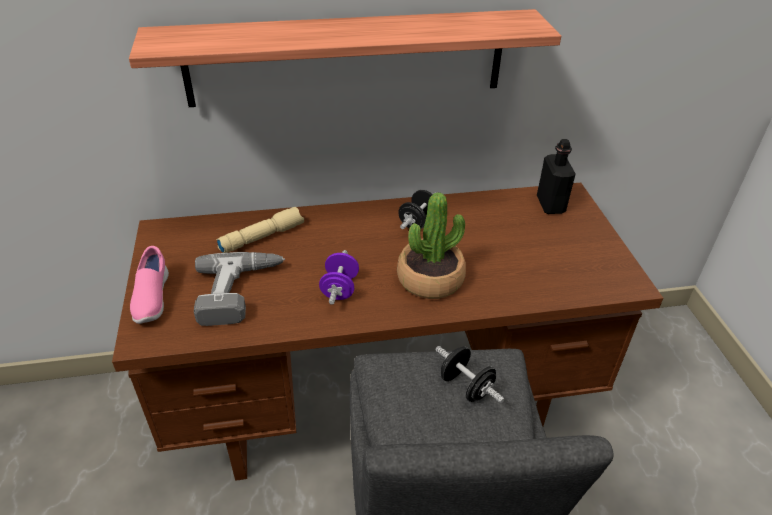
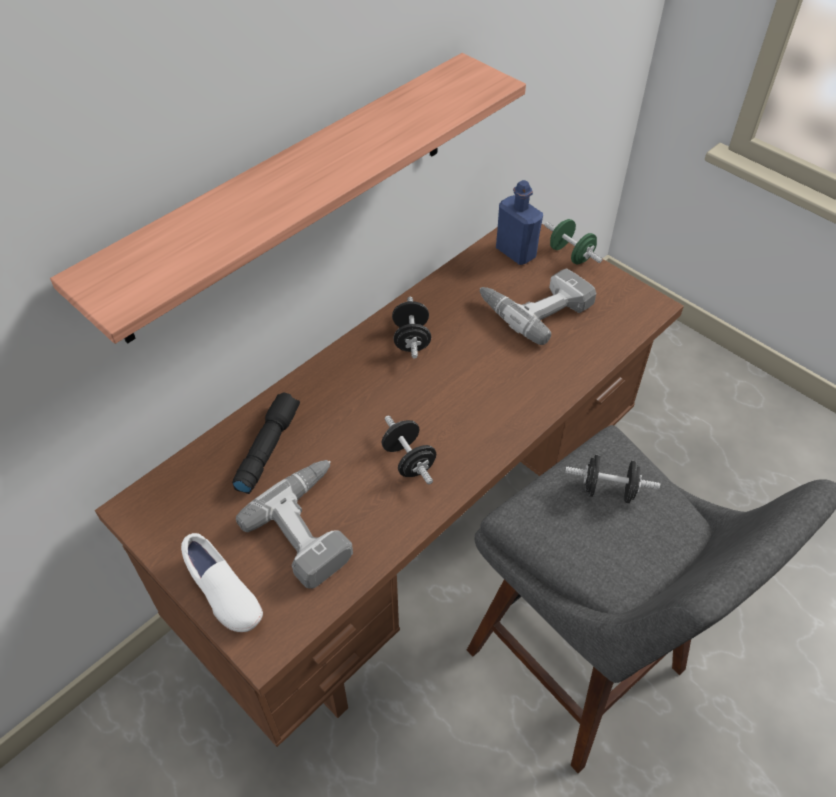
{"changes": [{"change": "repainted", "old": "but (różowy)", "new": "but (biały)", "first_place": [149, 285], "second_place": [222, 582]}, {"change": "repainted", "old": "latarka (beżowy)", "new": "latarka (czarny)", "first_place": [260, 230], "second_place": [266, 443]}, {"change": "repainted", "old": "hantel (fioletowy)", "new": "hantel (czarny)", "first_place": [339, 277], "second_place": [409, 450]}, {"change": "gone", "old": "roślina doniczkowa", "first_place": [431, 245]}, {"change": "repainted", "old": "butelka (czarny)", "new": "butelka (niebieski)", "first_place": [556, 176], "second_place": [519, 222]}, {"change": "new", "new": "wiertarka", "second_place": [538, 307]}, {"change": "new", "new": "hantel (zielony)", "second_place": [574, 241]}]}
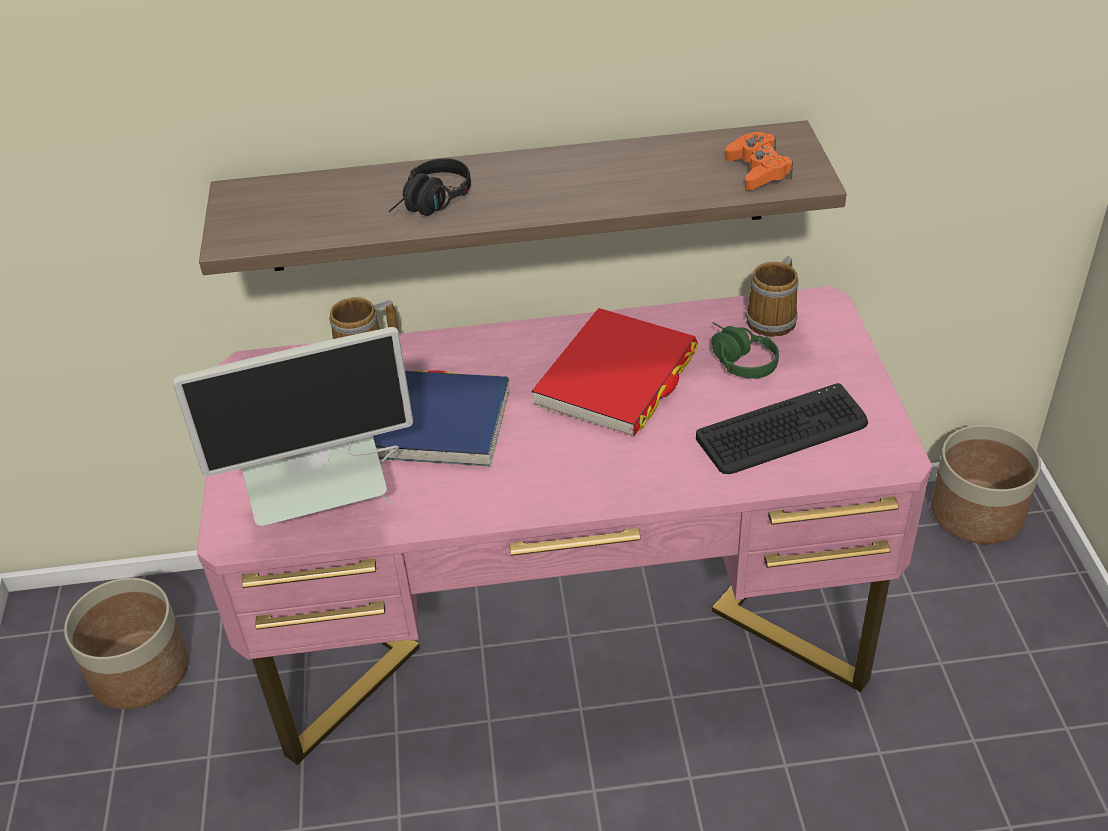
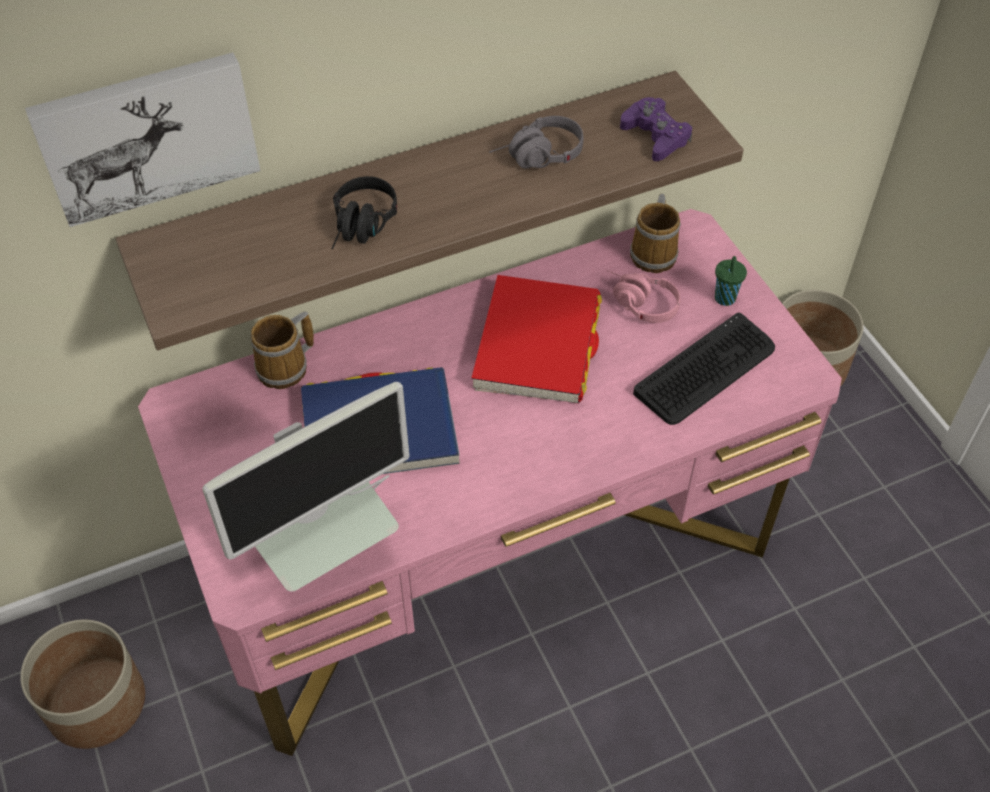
{"changes": [{"change": "repainted", "old": "słuchawki (zielony)", "new": "słuchawki (różowy)", "first_place": [745, 350], "second_place": [643, 296]}, {"change": "repainted", "old": "pad do gier (pomarańczowy)", "new": "pad do gier (fioletowy)", "first_place": [759, 161], "second_place": [656, 129]}, {"change": "new", "new": "obraz", "second_place": [142, 139]}, {"change": "new", "new": "słuchawki (szary)", "second_place": [536, 142]}, {"change": "new", "new": "filiżanka (zielony)", "second_place": [731, 281]}]}
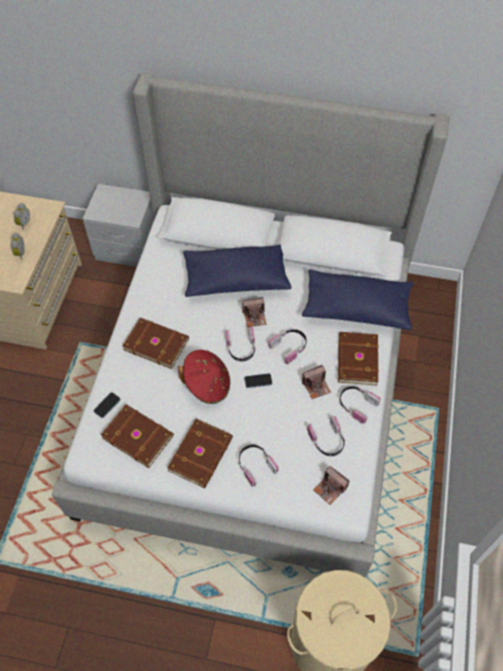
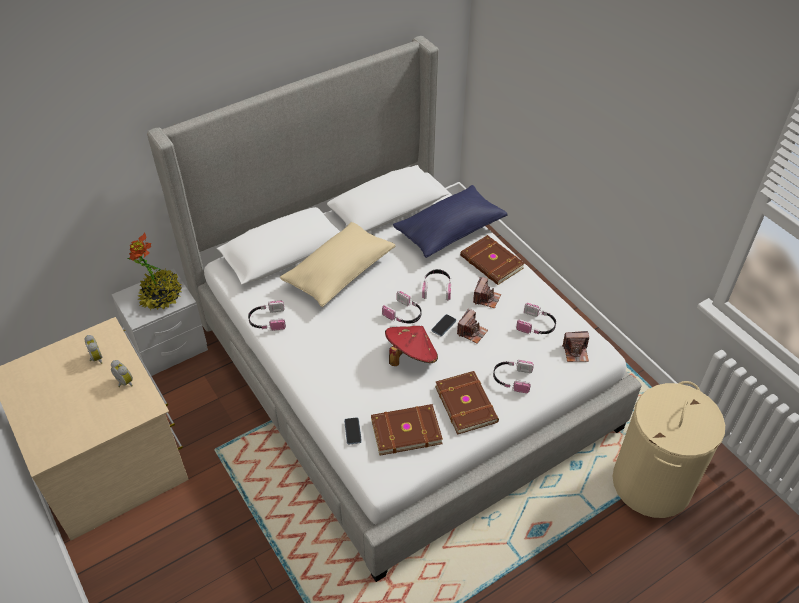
{"changes": [{"change": "gone", "old": "książka (brązowy)", "first_place": [155, 343]}, {"change": "repainted", "old": "poduszka (niebieski)", "new": "poduszka (beżowy)", "first_place": [237, 270], "second_place": [337, 264]}, {"change": "shifted", "old": "aparat fotograficzny", "first_place": [254, 312], "second_place": [472, 326]}, {"change": "shifted", "old": "słuchawki", "first_place": [360, 405], "second_place": [267, 316]}, {"change": "new", "new": "roślina doniczkowa", "second_place": [155, 271]}]}
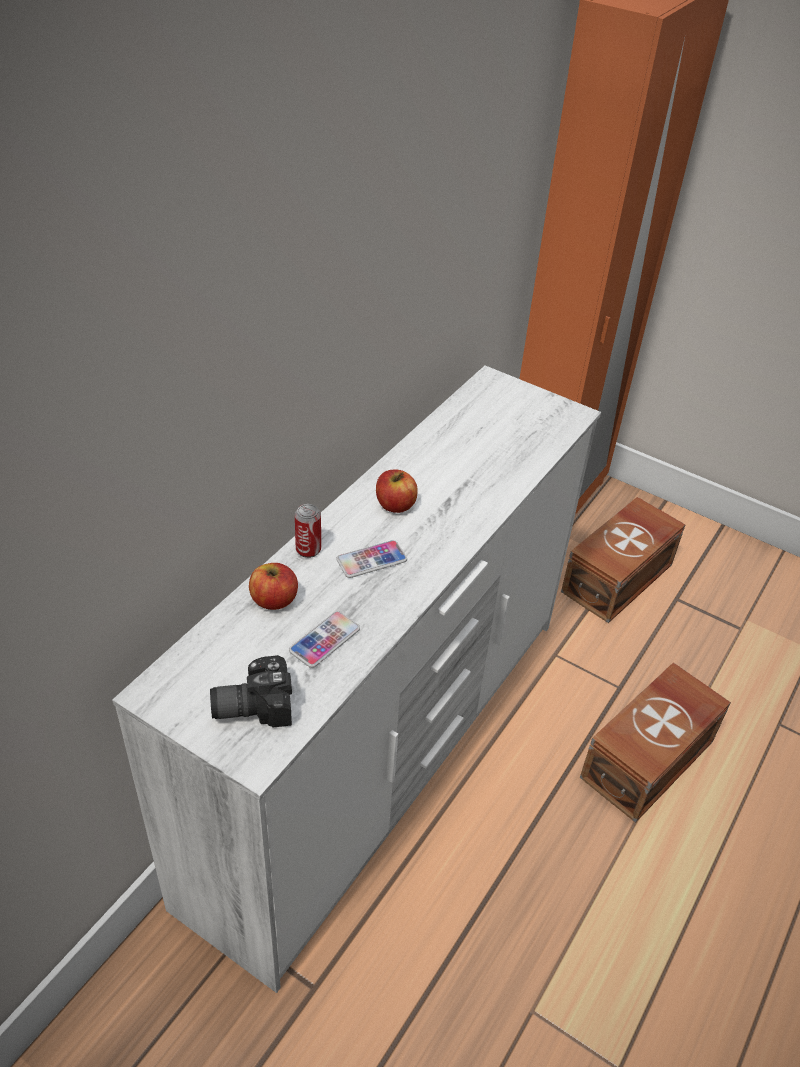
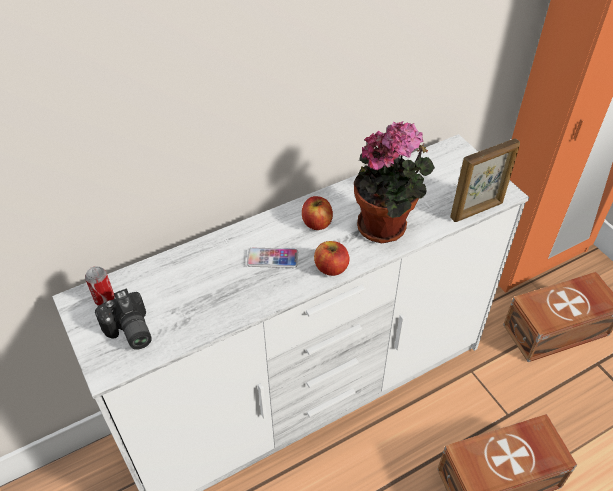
{"changes": [{"change": "rotated", "old": "aparat fotograficzny", "first_place": [251, 691], "second_place": [123, 319], "degrees": -135}, {"change": "shifted", "old": "jabłko", "first_place": [273, 586], "second_place": [331, 258]}, {"change": "gone", "old": "telefon", "first_place": [324, 639]}, {"change": "shifted", "old": "puszka", "first_place": [308, 531], "second_place": [100, 286]}, {"change": "new", "new": "roślina doniczkowa", "second_place": [394, 182]}, {"change": "new", "new": "ramka na zdjęcie", "second_place": [485, 180]}]}
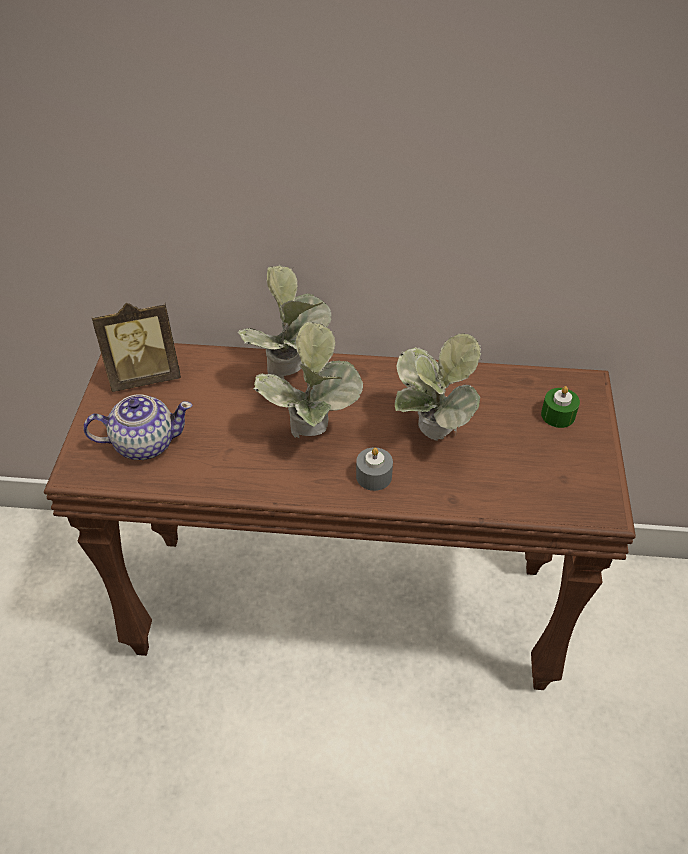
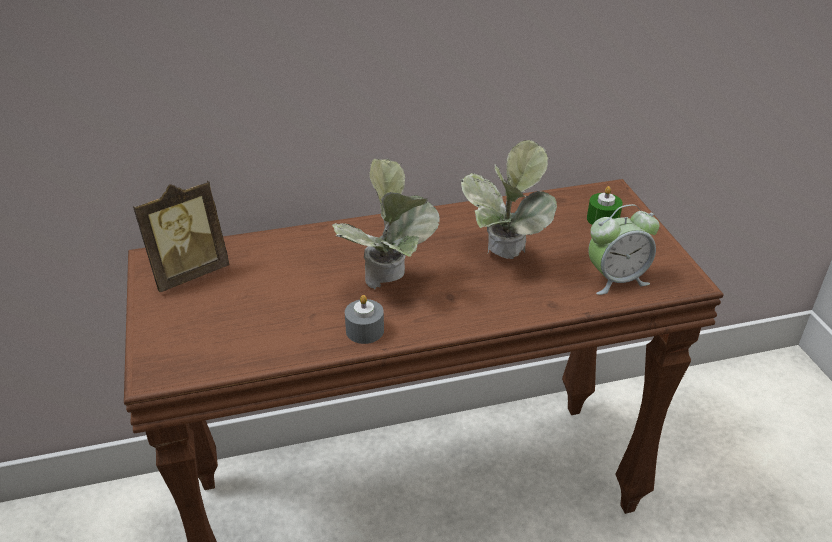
{"changes": [{"change": "gone", "old": "imbryk", "first_place": [138, 427]}, {"change": "gone", "old": "roślina doniczkowa", "first_place": [285, 322]}, {"change": "shifted", "old": "świeca (szary)", "first_place": [374, 469], "second_place": [364, 319]}, {"change": "new", "new": "budzik", "second_place": [624, 249]}]}
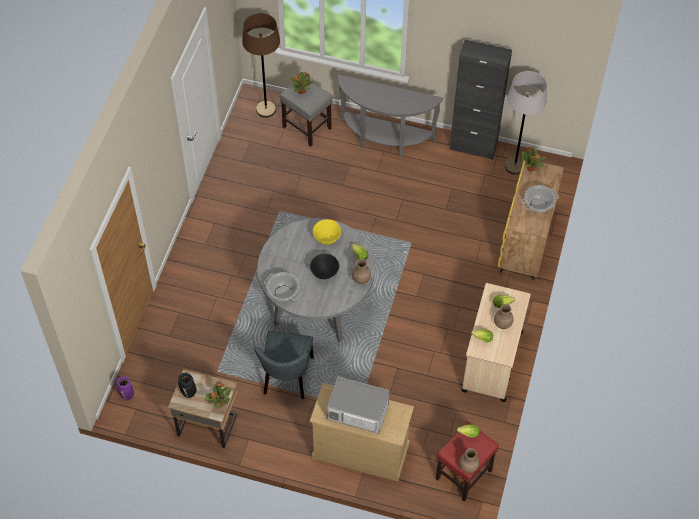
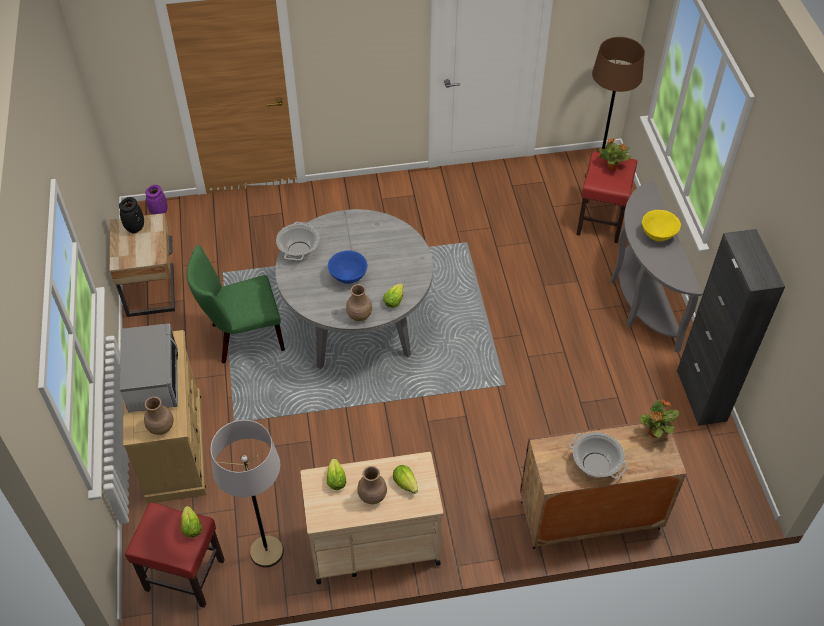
{"changes": [{"change": "gone", "old": "roślina doniczkowa", "first_place": [217, 395]}, {"change": "repainted", "old": "krzesło (szary)", "new": "krzesło (zielony)", "first_place": [284, 365], "second_place": [236, 304]}, {"change": "repainted", "old": "stołek (szary)", "new": "stołek (czerwony)", "first_place": [306, 111], "second_place": [606, 197]}, {"change": "repainted", "old": "miska (czarny)", "new": "miska (niebieski)", "first_place": [324, 266], "second_place": [348, 267]}, {"change": "shifted", "old": "miska (żółty)", "first_place": [327, 232], "second_place": [661, 225]}, {"change": "shifted", "old": "wazon (brązowy)", "first_place": [469, 460], "second_place": [158, 415]}, {"change": "repainted", "old": "szafka (żółty)", "new": "szafka (brązowy)", "first_place": [531, 221], "second_place": [603, 485]}, {"change": "shifted", "old": "lampa stojąca (szary)", "first_place": [526, 123], "second_place": [247, 494]}]}
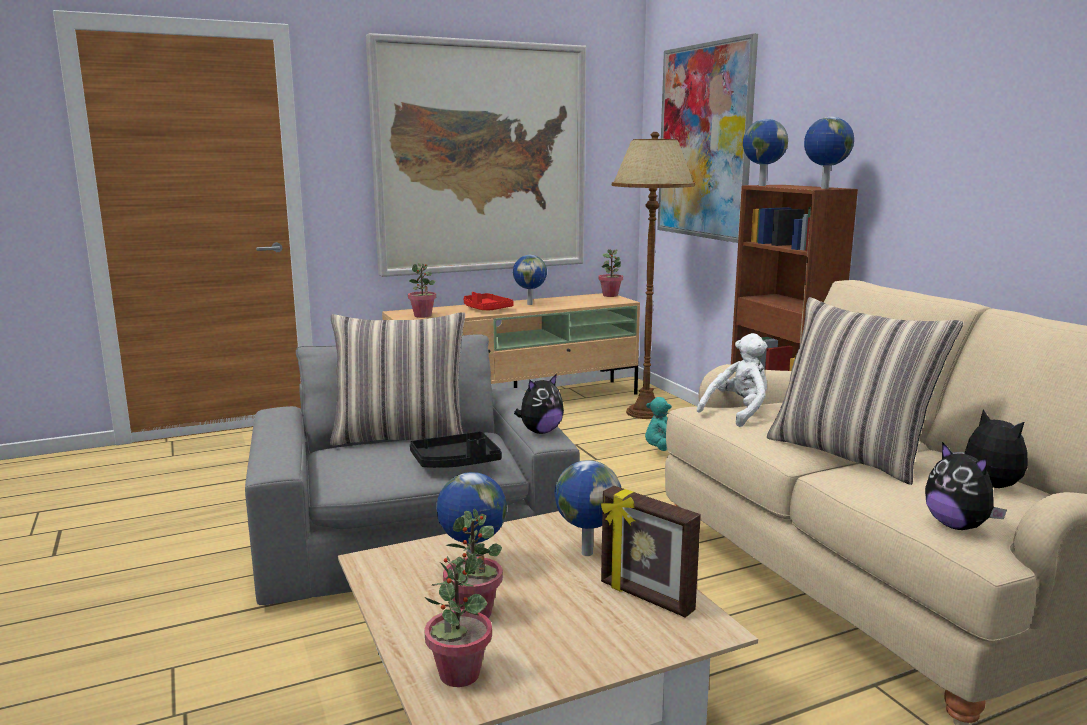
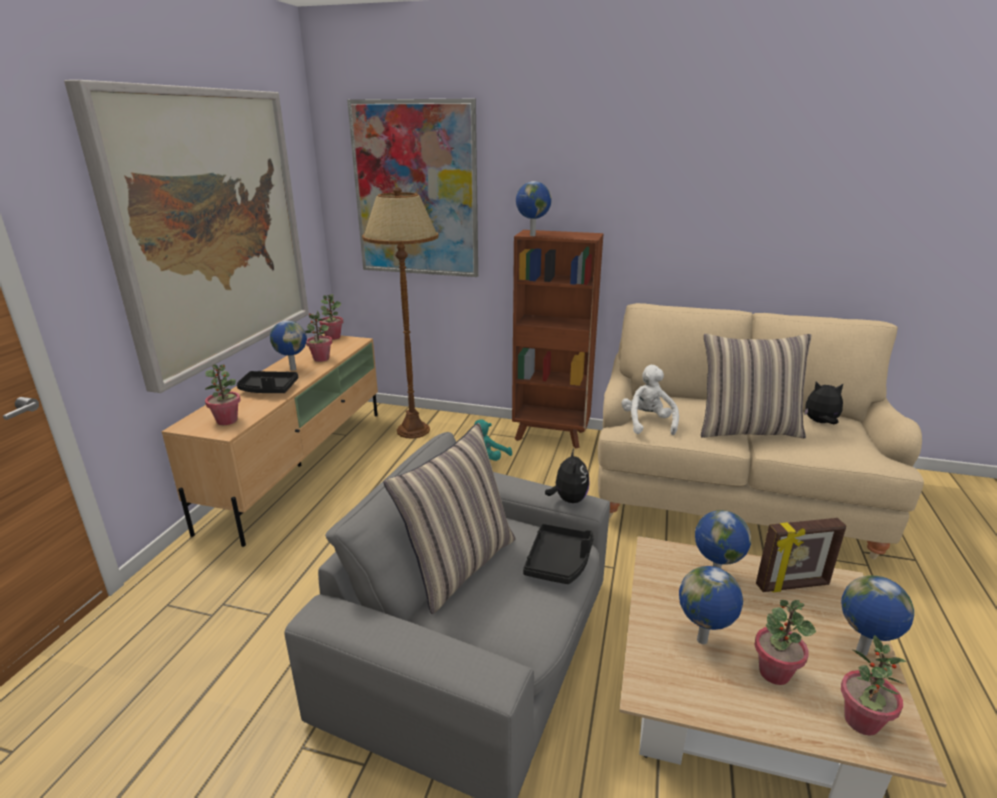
{"changes": [{"change": "repainted", "old": "taca (czerwony)", "new": "taca (czarny)", "first_place": [489, 301], "second_place": [267, 382]}, {"change": "shifted", "old": "globus", "first_place": [829, 153], "second_place": [877, 615]}, {"change": "gone", "old": "pluszak", "first_place": [966, 486]}, {"change": "new", "new": "roślina doniczkowa", "second_place": [319, 336]}]}
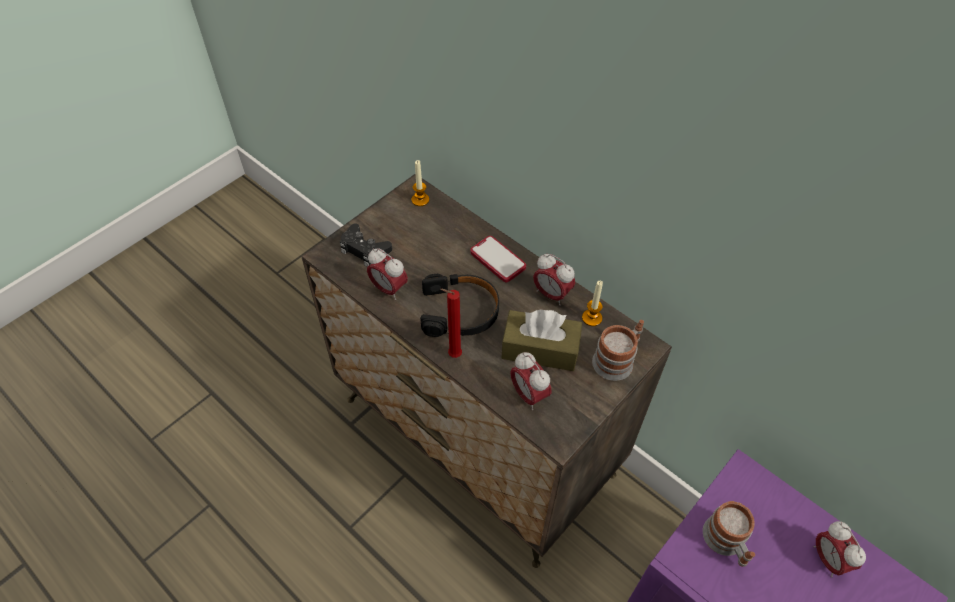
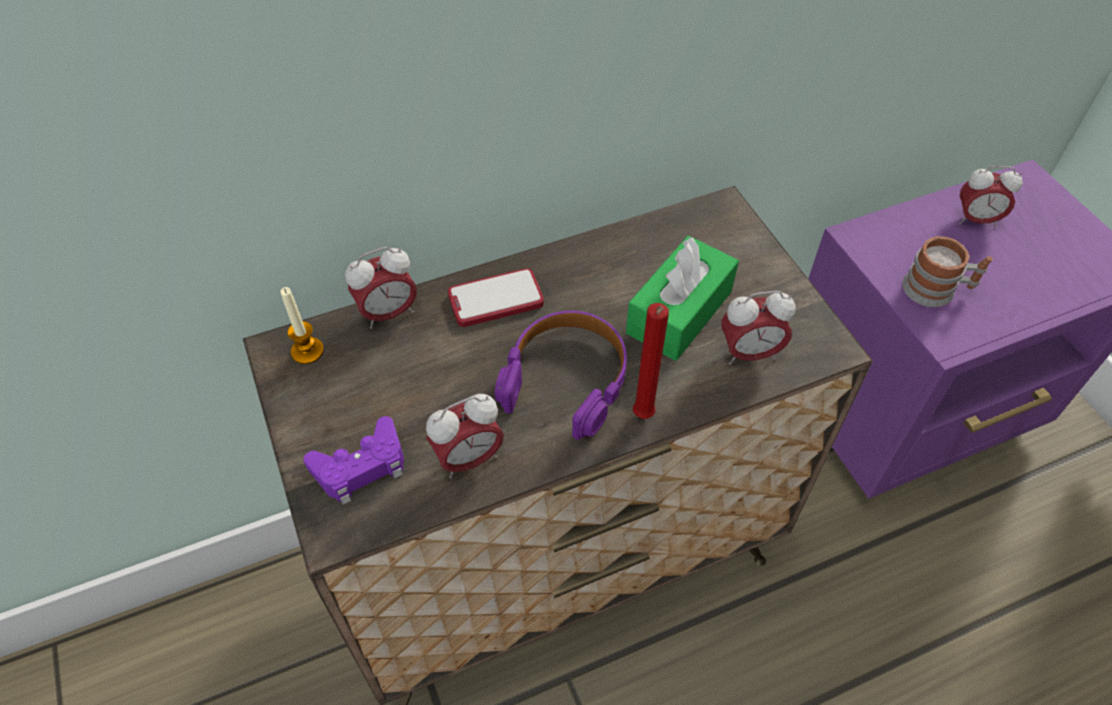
{"changes": [{"change": "repainted", "old": "pad do gier (czarny)", "new": "pad do gier (fioletowy)", "first_place": [366, 245], "second_place": [354, 460]}, {"change": "repainted", "old": "słuchawki (czarny)", "new": "słuchawki (fioletowy)", "first_place": [459, 305], "second_place": [561, 375]}, {"change": "repainted", "old": "pudełko chusteczek (brązowy)", "new": "pudełko chusteczek (zielony)", "first_place": [542, 340], "second_place": [682, 298]}, {"change": "shifted", "old": "budzik", "first_place": [554, 280], "second_place": [381, 288]}, {"change": "gone", "old": "świeca", "first_place": [592, 303]}, {"change": "gone", "old": "kubek", "first_place": [618, 350]}]}
